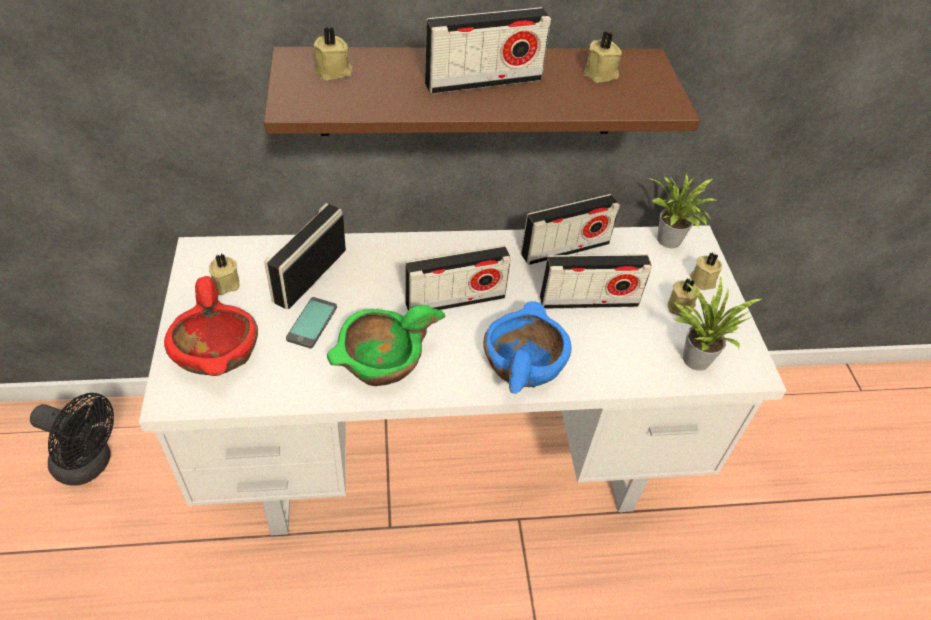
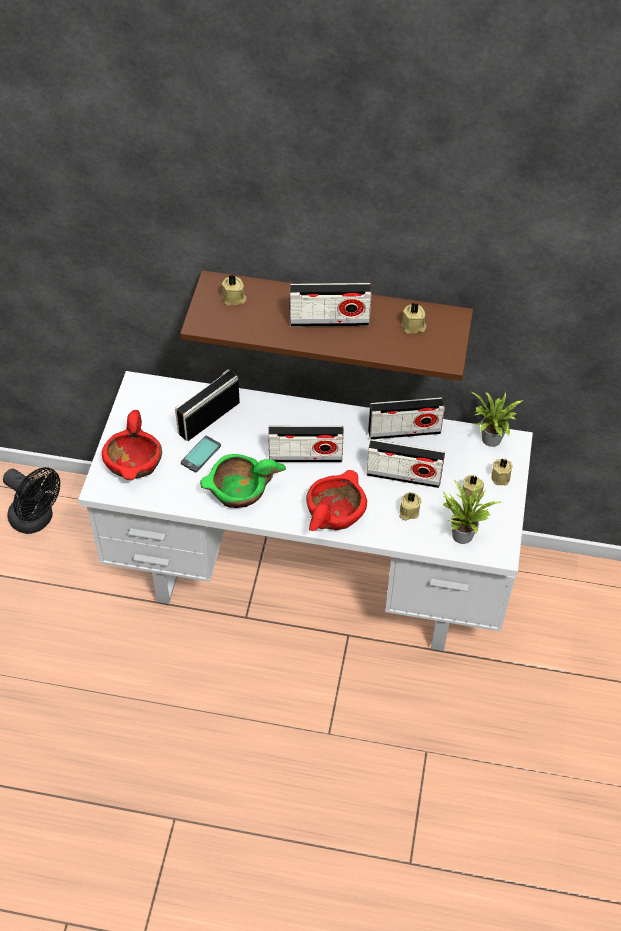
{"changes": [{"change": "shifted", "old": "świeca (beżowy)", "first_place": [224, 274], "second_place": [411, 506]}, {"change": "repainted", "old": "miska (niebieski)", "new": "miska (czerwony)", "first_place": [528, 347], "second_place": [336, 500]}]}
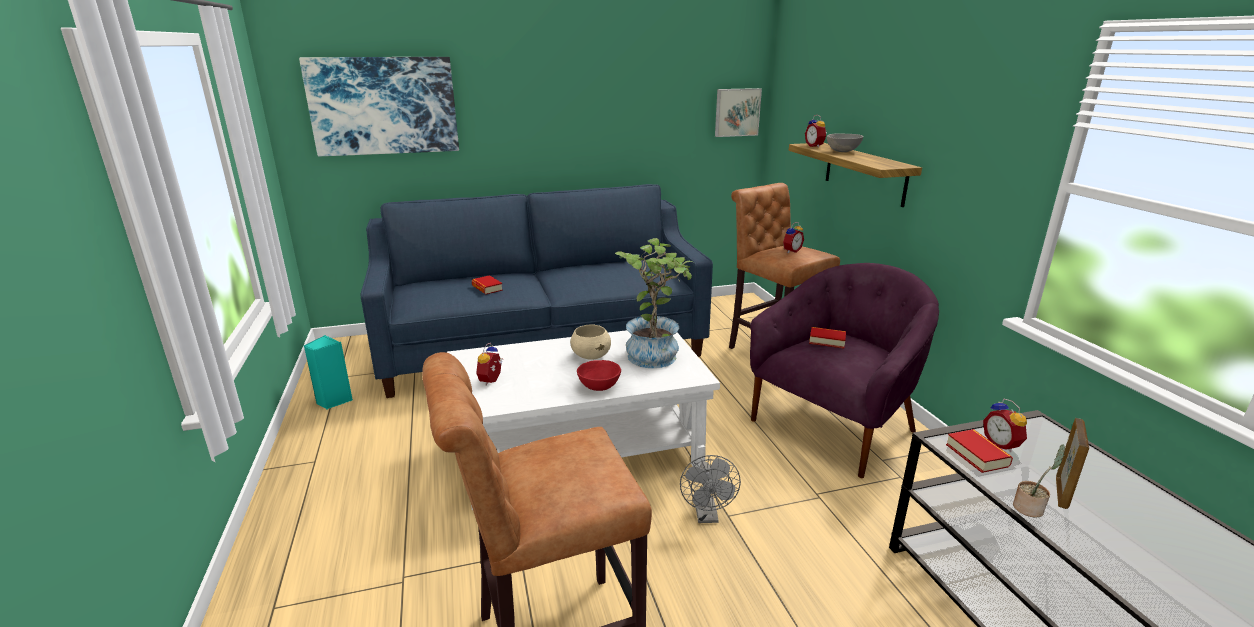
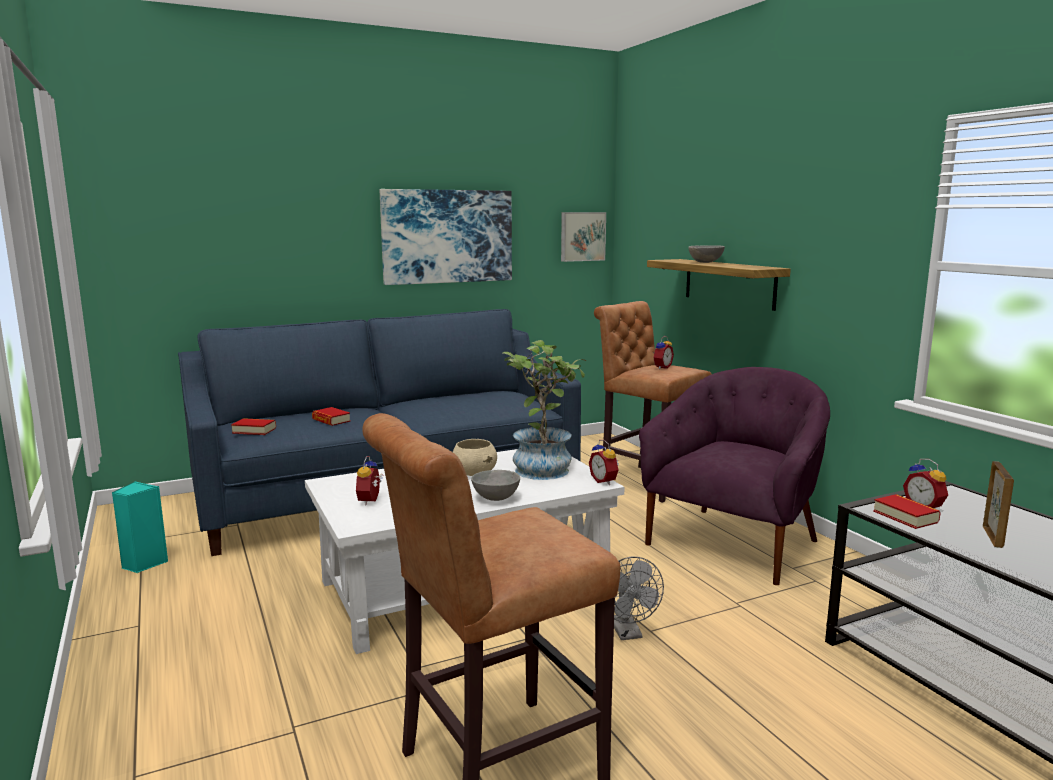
{"changes": [{"change": "shifted", "old": "obraz", "first_place": [379, 106], "second_place": [446, 237]}, {"change": "repainted", "old": "miska (czerwony)", "new": "miska (szary)", "first_place": [599, 375], "second_place": [495, 485]}, {"change": "shifted", "old": "budzik", "first_place": [816, 131], "second_place": [604, 462]}, {"change": "shifted", "old": "książka", "first_place": [827, 337], "second_place": [253, 426]}, {"change": "gone", "old": "roślina doniczkowa", "first_place": [1039, 480]}]}
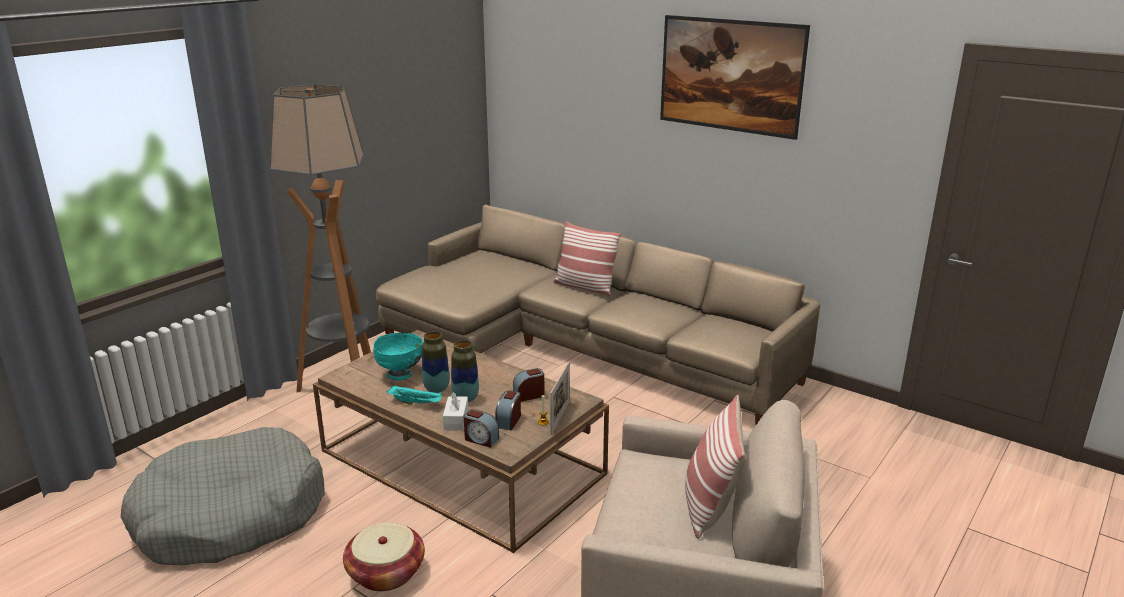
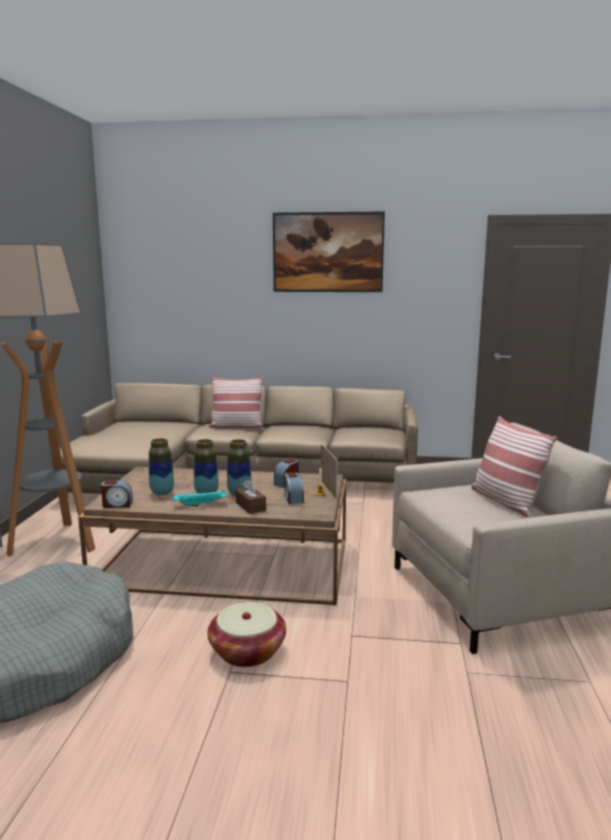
{"changes": [{"change": "swapped", "old": "miska (turkusowy)", "new": "wazon", "first_place": [398, 357], "second_place": [161, 466]}, {"change": "repainted", "old": "pudełko chusteczek (biały)", "new": "pudełko chusteczek (brązowy)", "first_place": [455, 411], "second_place": [251, 496]}, {"change": "shifted", "old": "budzik", "first_place": [481, 428], "second_place": [117, 494]}]}
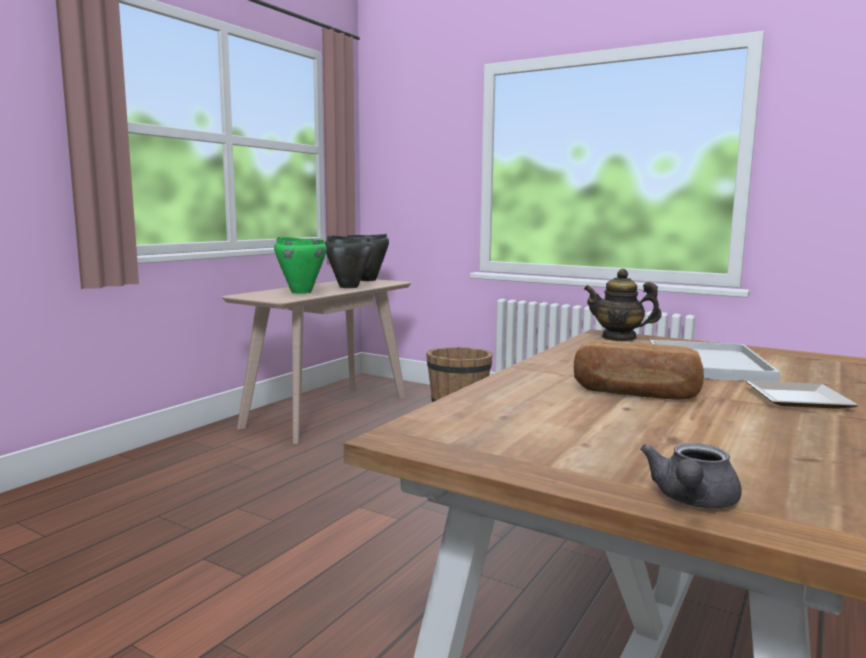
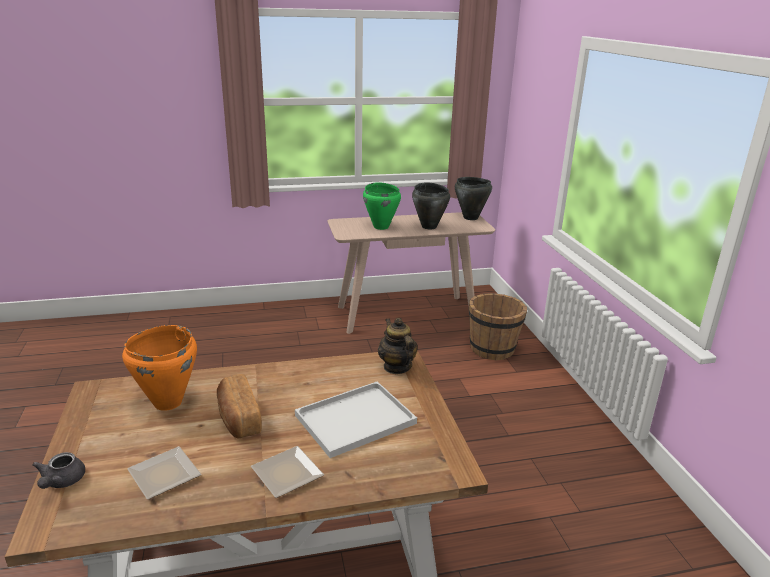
{"changes": [{"change": "rotated", "old": "imbryk (szary)", "first_place": [691, 475], "second_place": [58, 470], "degrees": -75}, {"change": "new", "new": "garnek (pomarańczowy)", "second_place": [159, 368]}, {"change": "new", "new": "talerz", "second_place": [164, 473]}]}
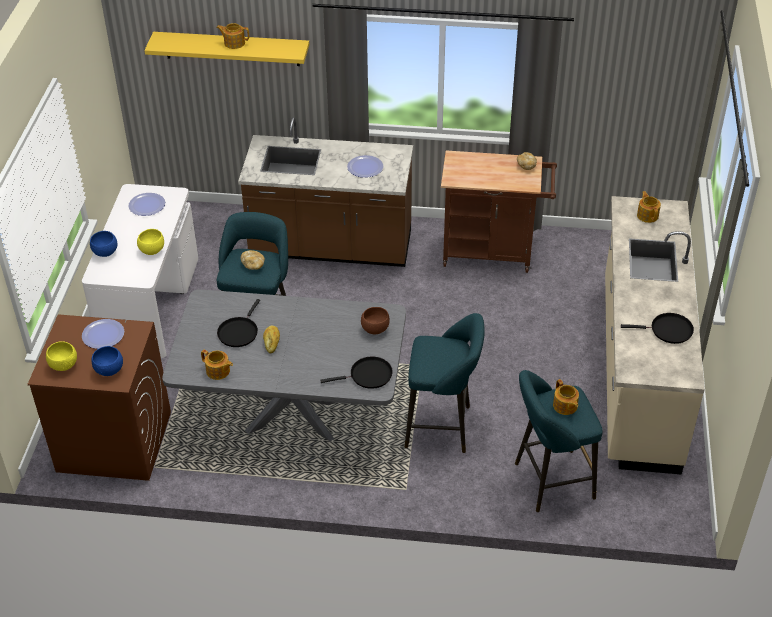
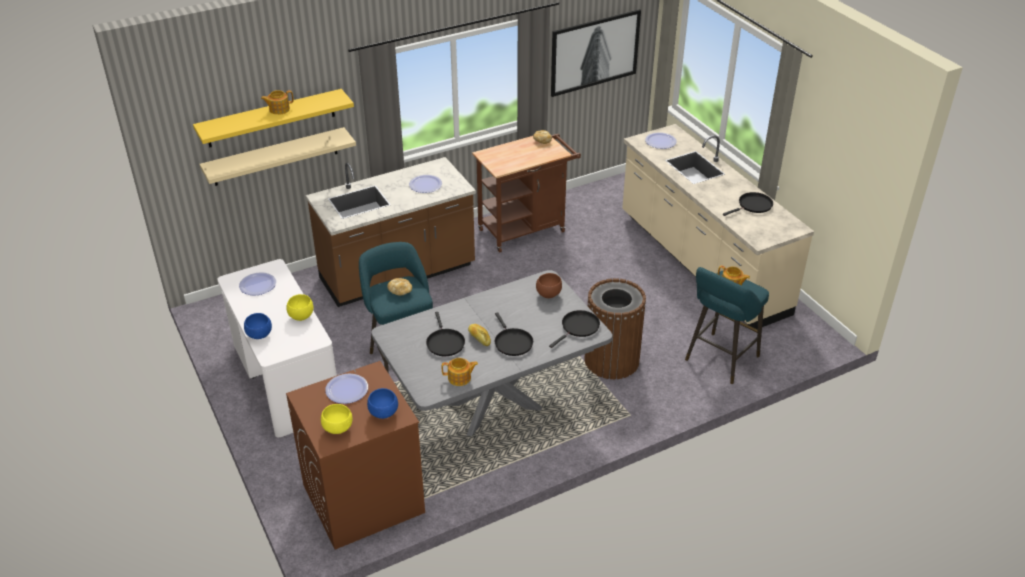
{"changes": [{"change": "swapped", "old": "stołek (turkusowy)", "new": "kosz na śmieci (brązowy)", "first_place": [445, 383], "second_place": [615, 328]}, {"change": "swapped", "old": "imbryk", "new": "talerz", "first_place": [649, 207], "second_place": [661, 140]}, {"change": "new", "new": "półka (beżowy)", "second_place": [278, 156]}, {"change": "new", "new": "patelnia (czarny)", "second_place": [514, 334]}, {"change": "new", "new": "obraz", "second_place": [596, 53]}]}
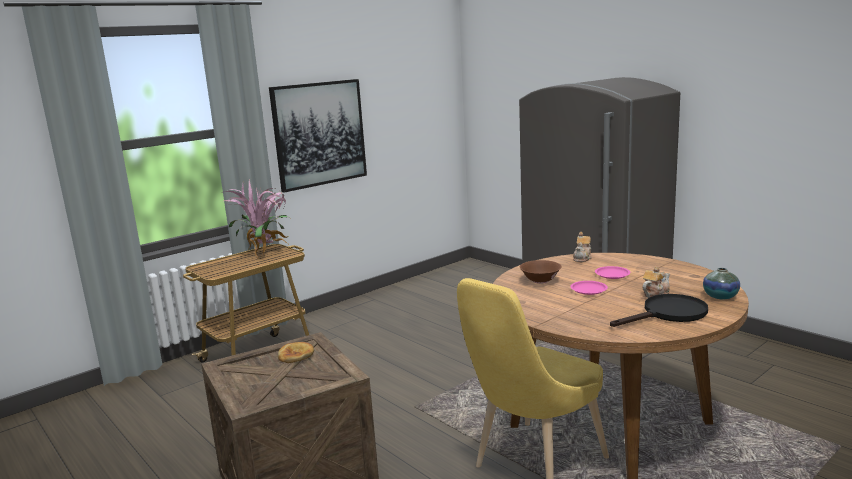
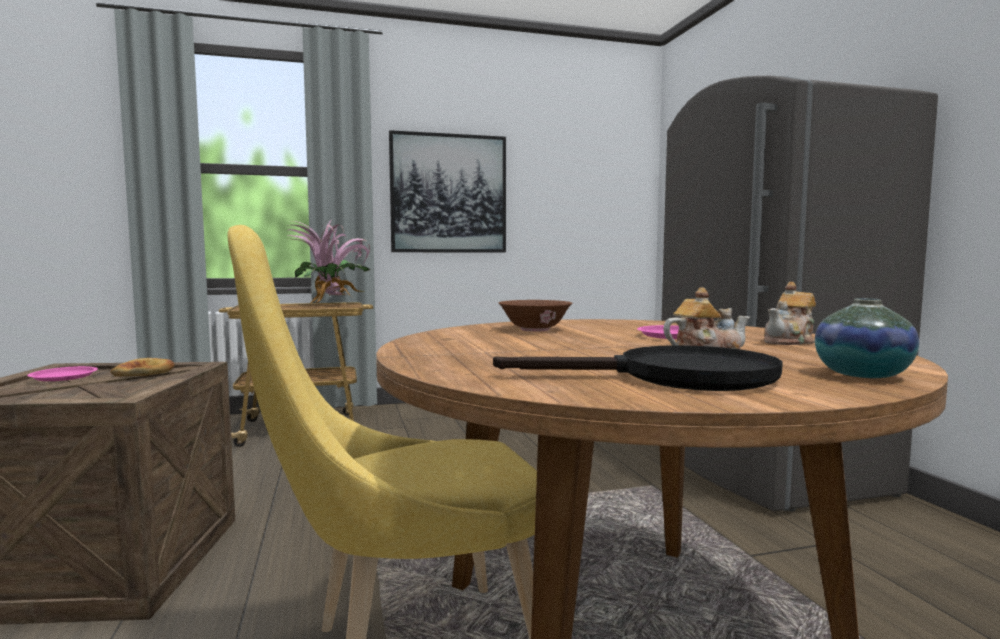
{"changes": [{"change": "shifted", "old": "talerz (różowy)", "first_place": [589, 288], "second_place": [62, 373]}, {"change": "shifted", "old": "imbryk", "first_place": [582, 247], "second_place": [790, 313]}]}
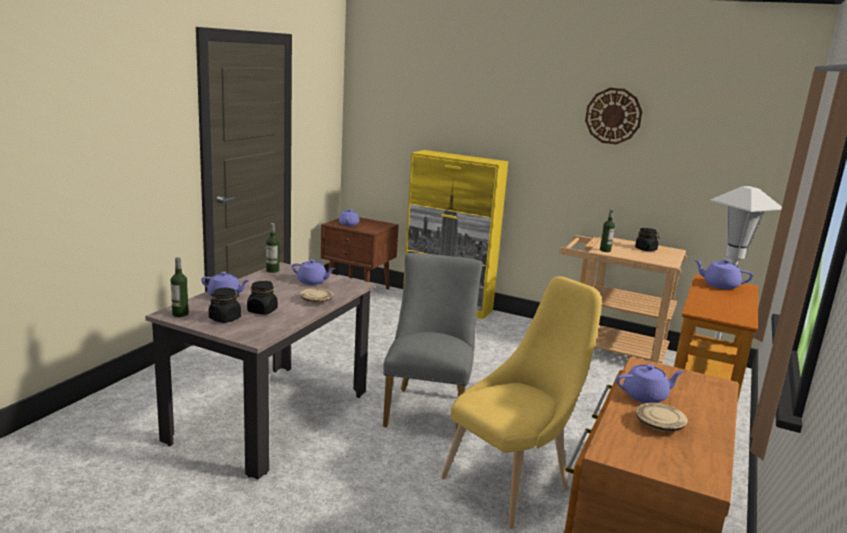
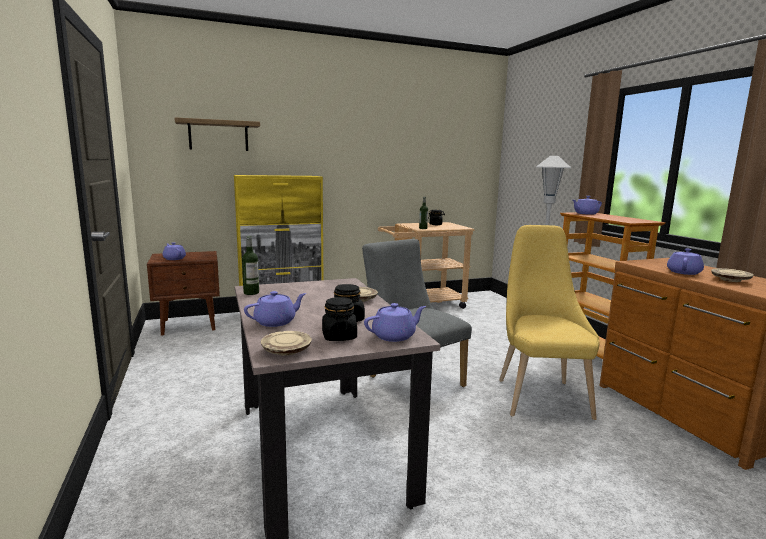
{"changes": [{"change": "swapped", "old": "butelka", "new": "talerz (beżowy)", "first_place": [180, 287], "second_place": [286, 343]}, {"change": "shifted", "old": "imbryk (fioletowy)", "first_place": [313, 272], "second_place": [395, 322]}, {"change": "gone", "old": "zegar ścienny", "first_place": [613, 116]}, {"change": "new", "new": "półka", "second_place": [217, 134]}]}
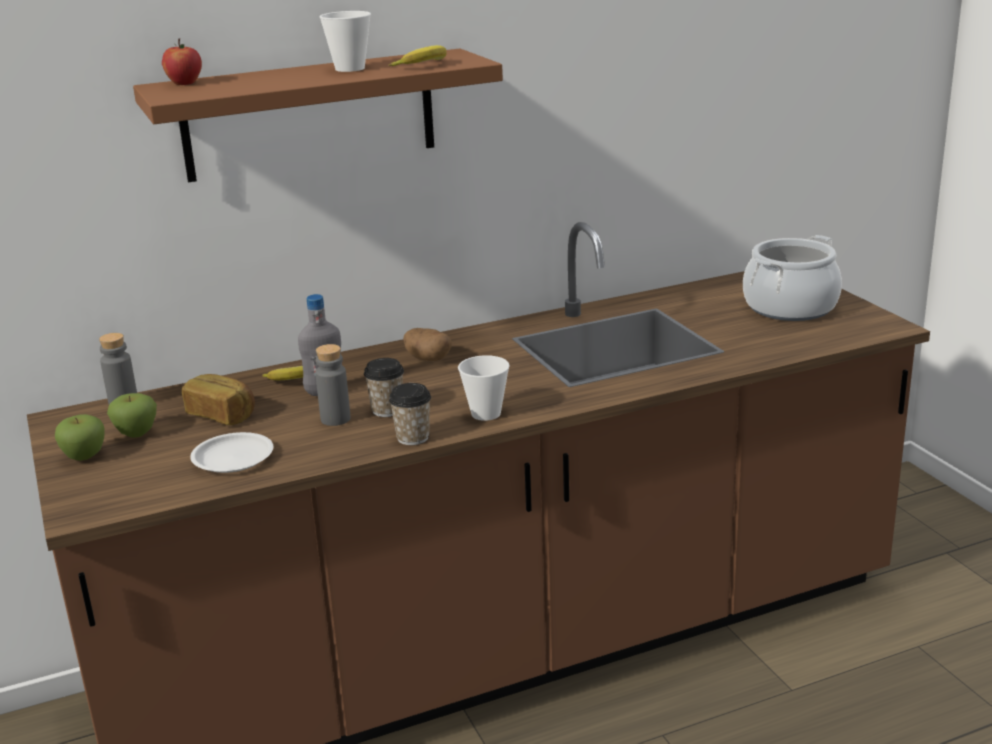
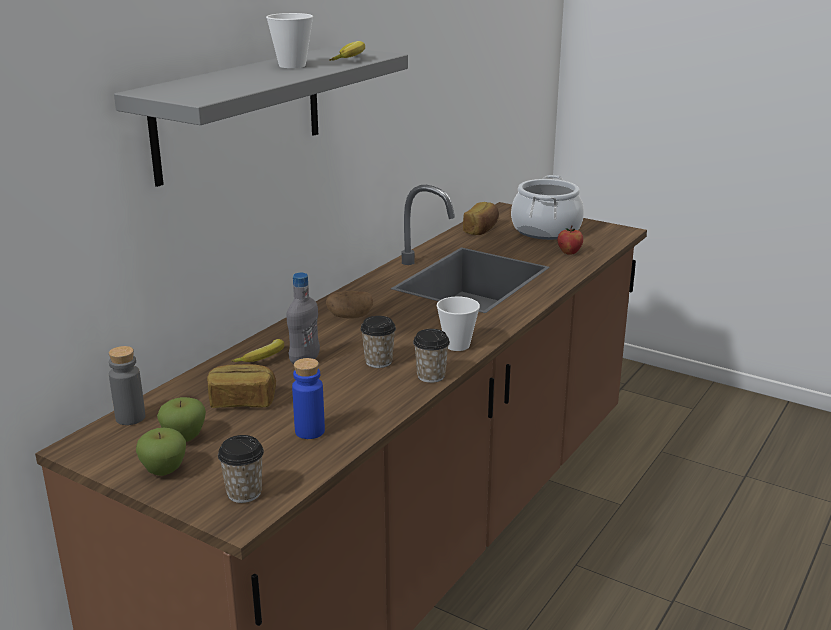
{"changes": [{"change": "repainted", "old": "półka (brązowy)", "new": "półka (szary)", "first_place": [318, 115], "second_place": [261, 116]}, {"change": "shifted", "old": "jabłko", "first_place": [182, 62], "second_place": [570, 240]}, {"change": "swapped", "old": "talerz (biały)", "new": "butelka (niebieski)", "first_place": [232, 452], "second_place": [308, 398]}, {"change": "gone", "old": "butelka (szary)", "first_place": [333, 385]}, {"change": "new", "new": "filiżanka", "second_place": [241, 469]}, {"change": "new", "new": "chleb", "second_place": [481, 218]}]}
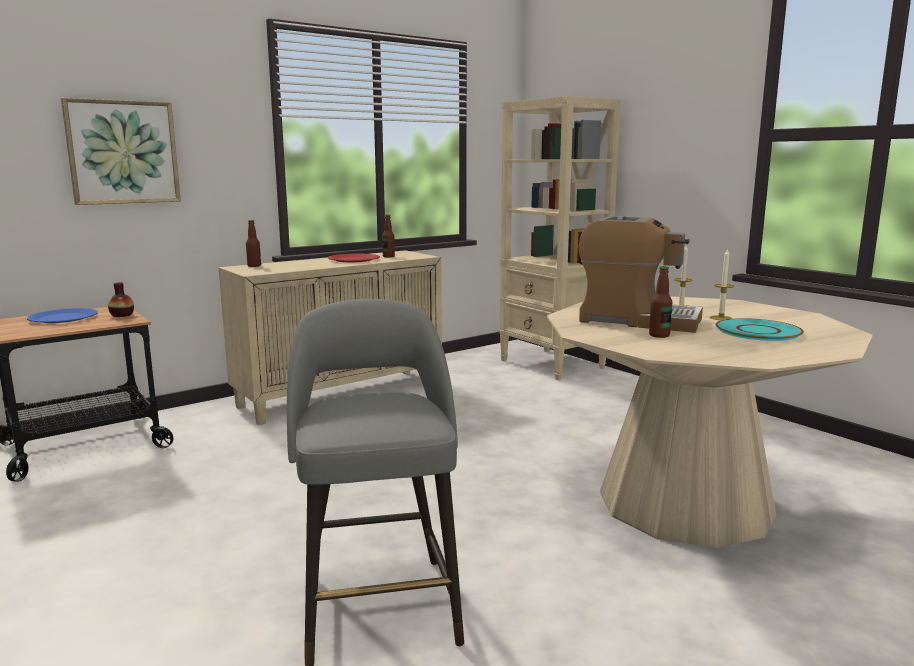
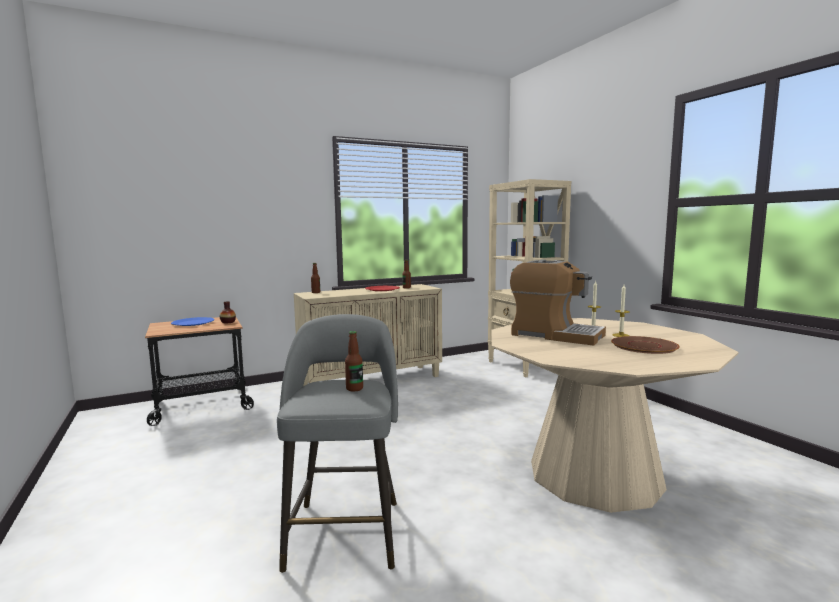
{"changes": [{"change": "gone", "old": "obraz", "first_place": [121, 151]}, {"change": "shifted", "old": "butelka", "first_place": [660, 302], "second_place": [354, 361]}, {"change": "repainted", "old": "talerz (turkusowy)", "new": "talerz (brązowy)", "first_place": [759, 329], "second_place": [645, 345]}]}
